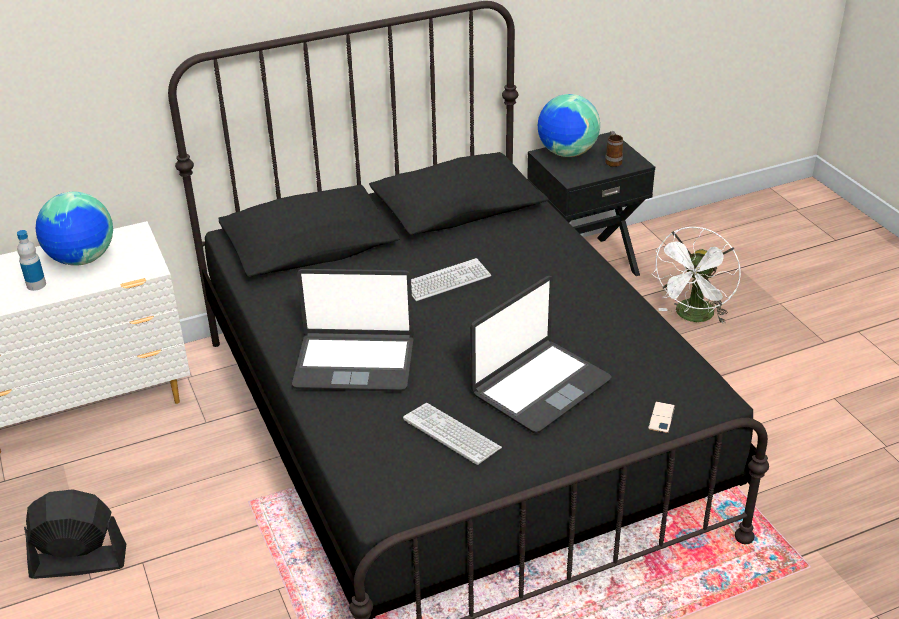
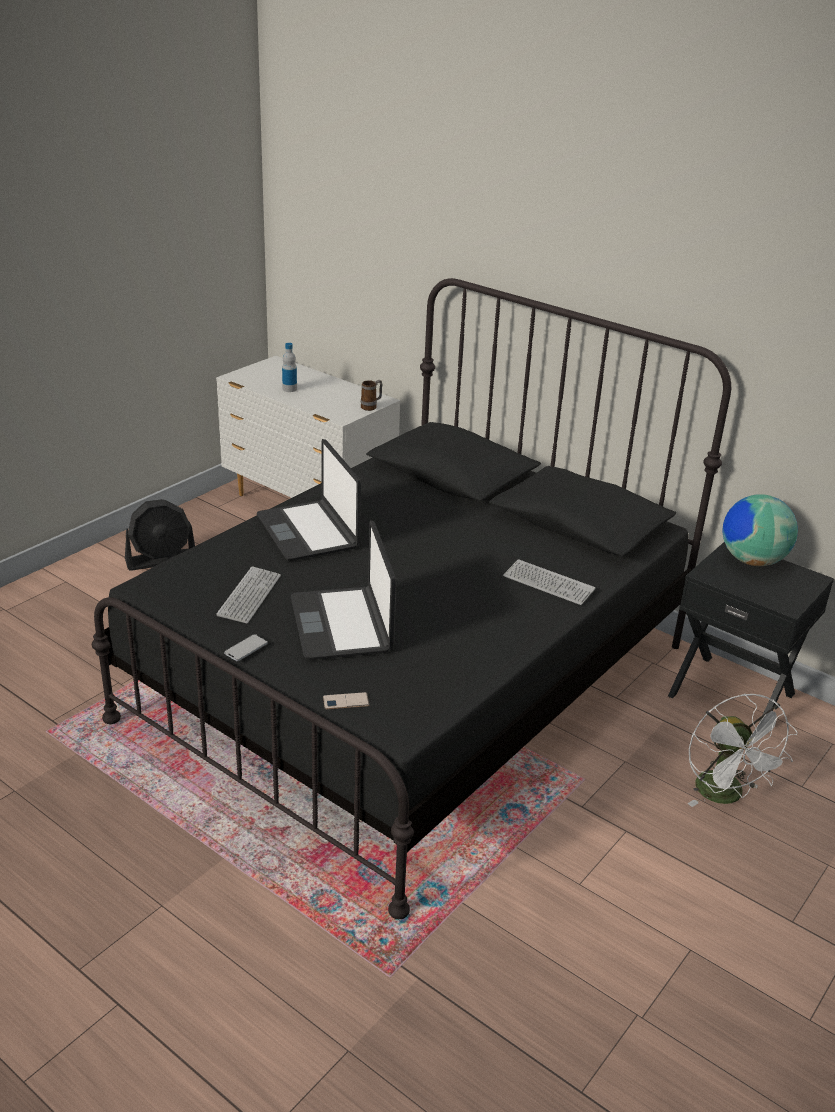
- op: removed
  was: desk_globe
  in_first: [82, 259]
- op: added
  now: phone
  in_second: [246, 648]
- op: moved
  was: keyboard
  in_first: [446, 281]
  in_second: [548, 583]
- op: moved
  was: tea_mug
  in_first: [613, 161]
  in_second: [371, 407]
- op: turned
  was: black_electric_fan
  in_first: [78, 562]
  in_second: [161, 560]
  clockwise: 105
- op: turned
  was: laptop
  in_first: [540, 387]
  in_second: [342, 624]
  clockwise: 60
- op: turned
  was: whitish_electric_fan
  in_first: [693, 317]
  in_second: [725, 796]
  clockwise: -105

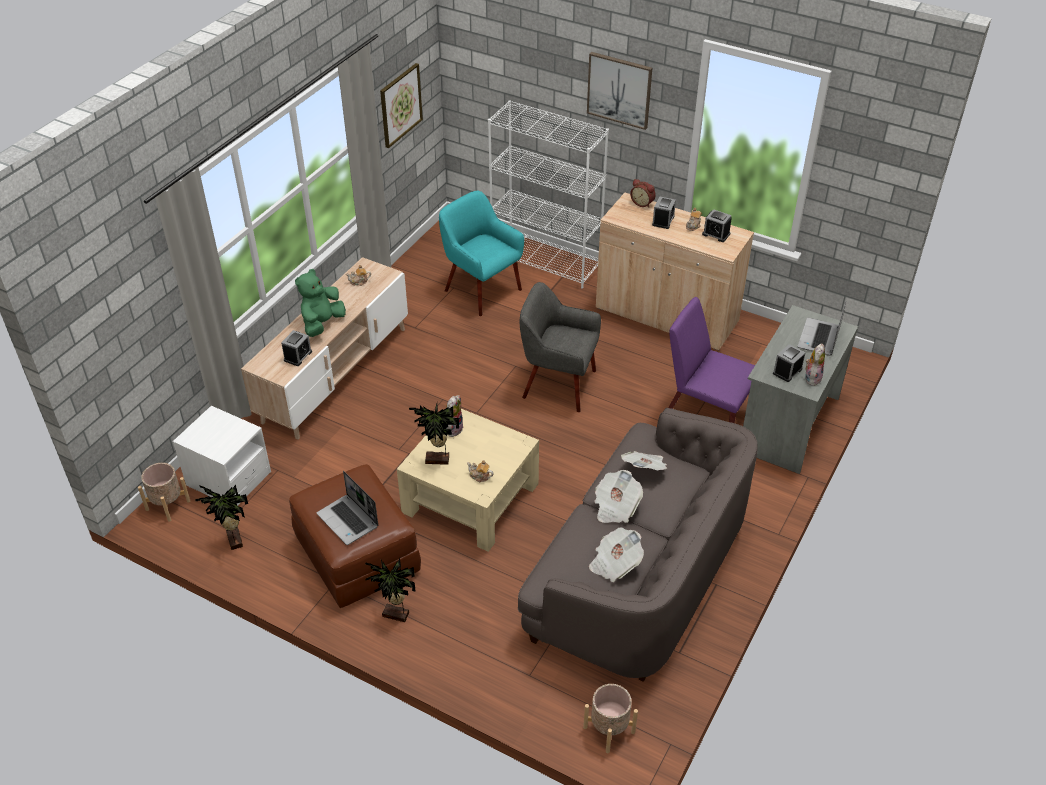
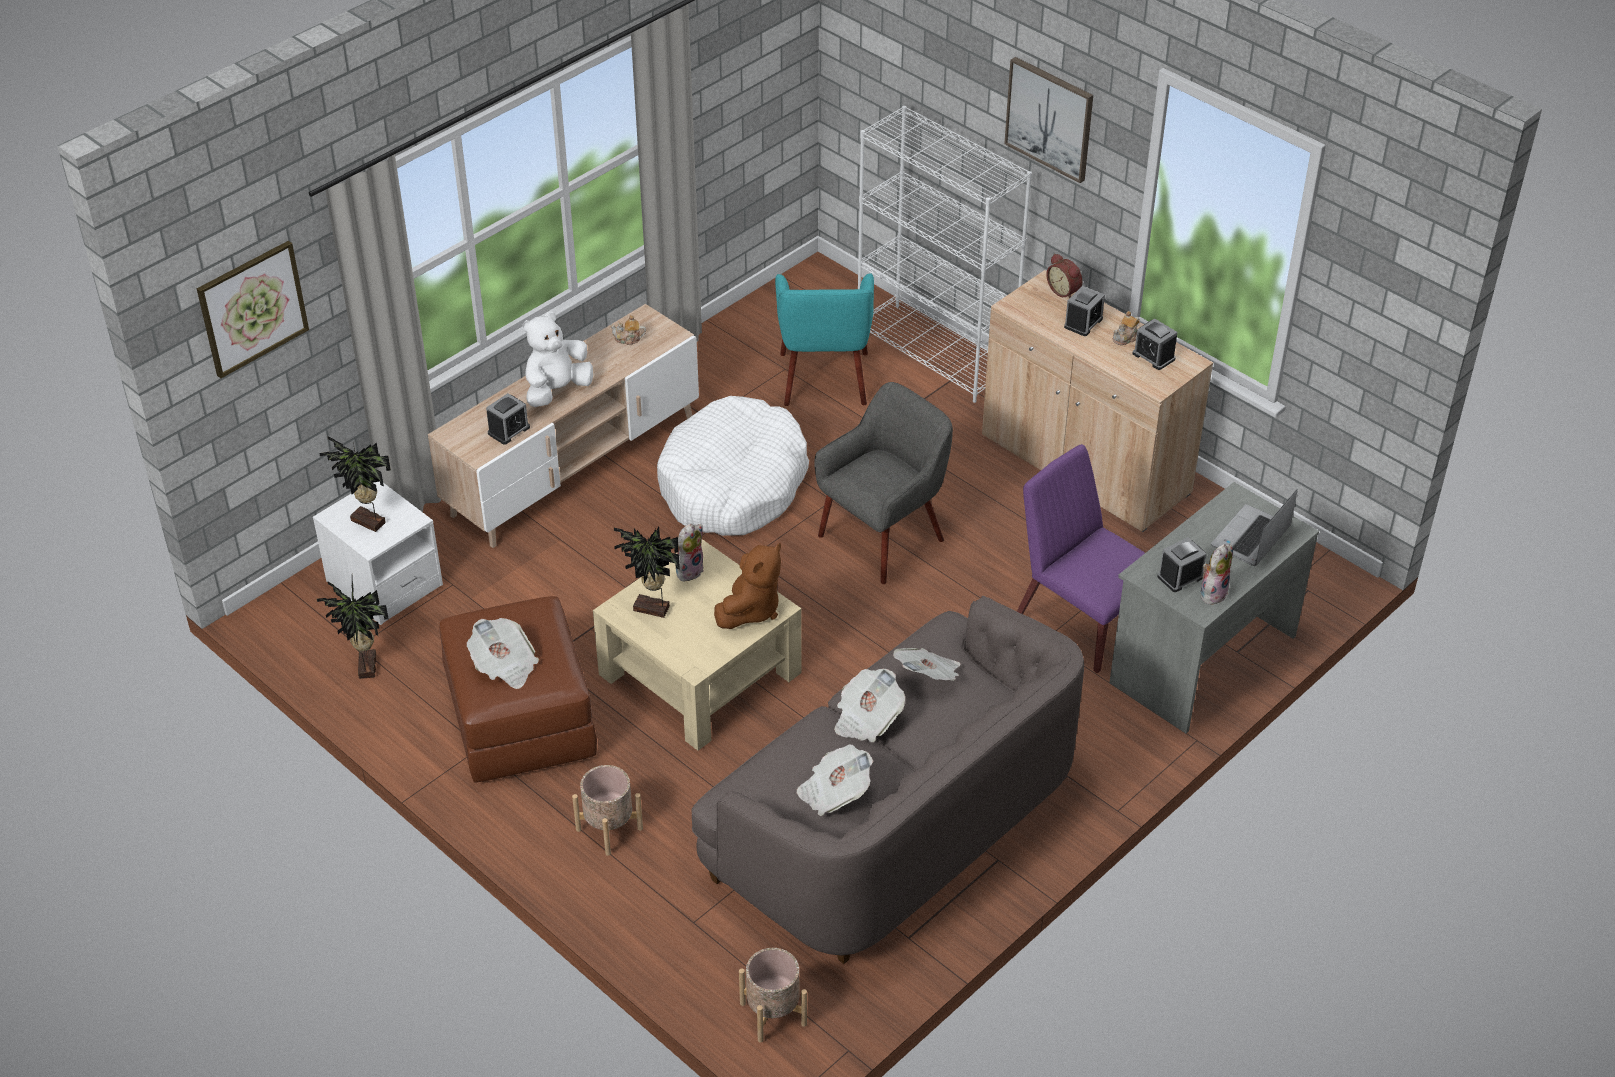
- op: removed
  was: tea_pot
  in_first: [479, 476]
- op: added
  now: whitish_pet_bed
  in_second: [733, 485]
- op: added
  now: brown-coloured_cuddly_toy
  in_second: [751, 609]
- op: moved
  was: beige_flower_pot
  in_first: [168, 505]
  in_second: [609, 829]
- op: moved
  was: houseplant
  in_first: [395, 616]
  in_second: [367, 523]
- op: moved
  was: wall_picture
  in_first: [400, 105]
  in_second: [252, 308]
- op: replaced
  was: laptop
  now: printed_paper
  in_first: [349, 520]
  in_second: [504, 666]
- op: recoloured
  was: greenish_cuddly_toy
  now: whitish_cuddly_toy
  in_first: [322, 323]
  in_second: [557, 390]
- op: turned
  was: turquoise_easy_chair
  in_first: [481, 290]
  in_second: [824, 379]
  clockwise: -150
- op: turned
  was: greyish_easy_chair
  in_first: [558, 384]
  in_second: [883, 538]
  clockwise: 105

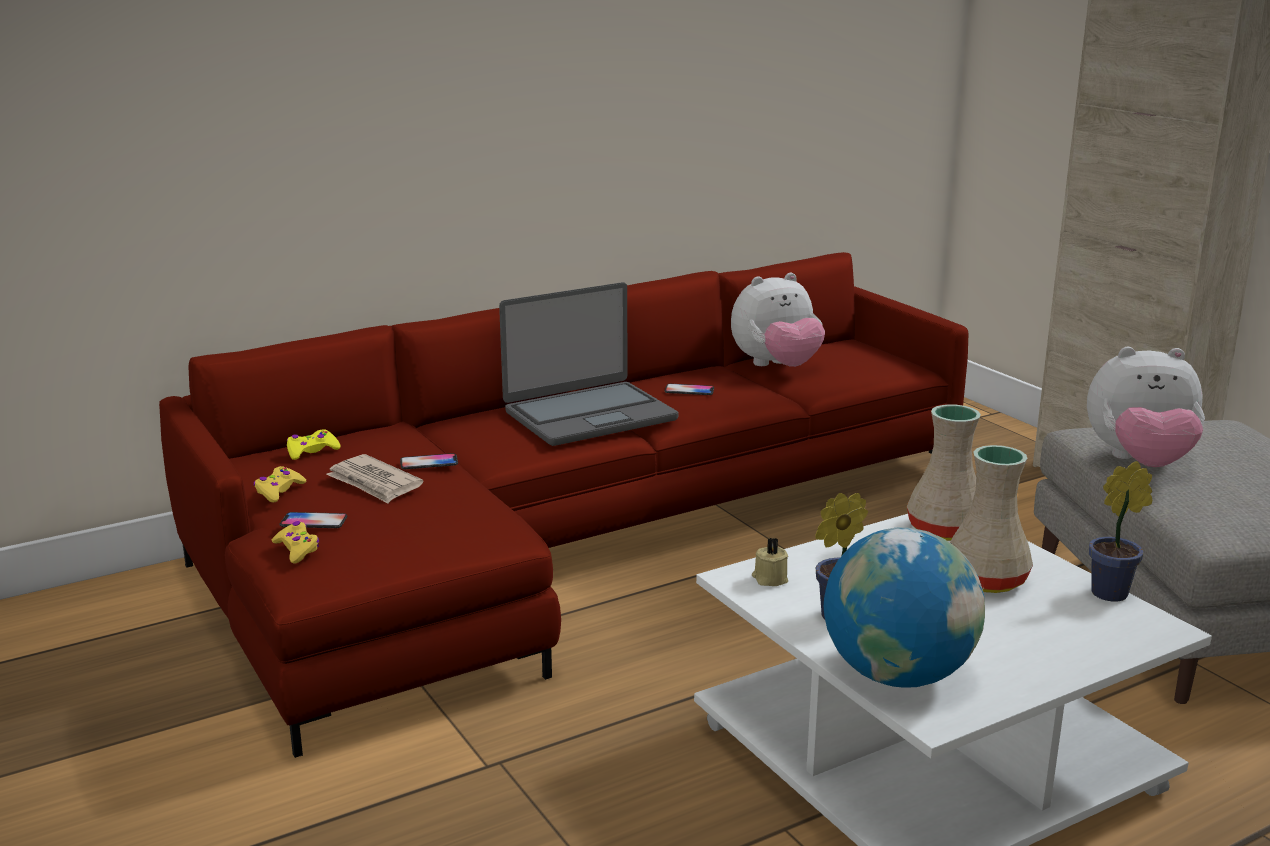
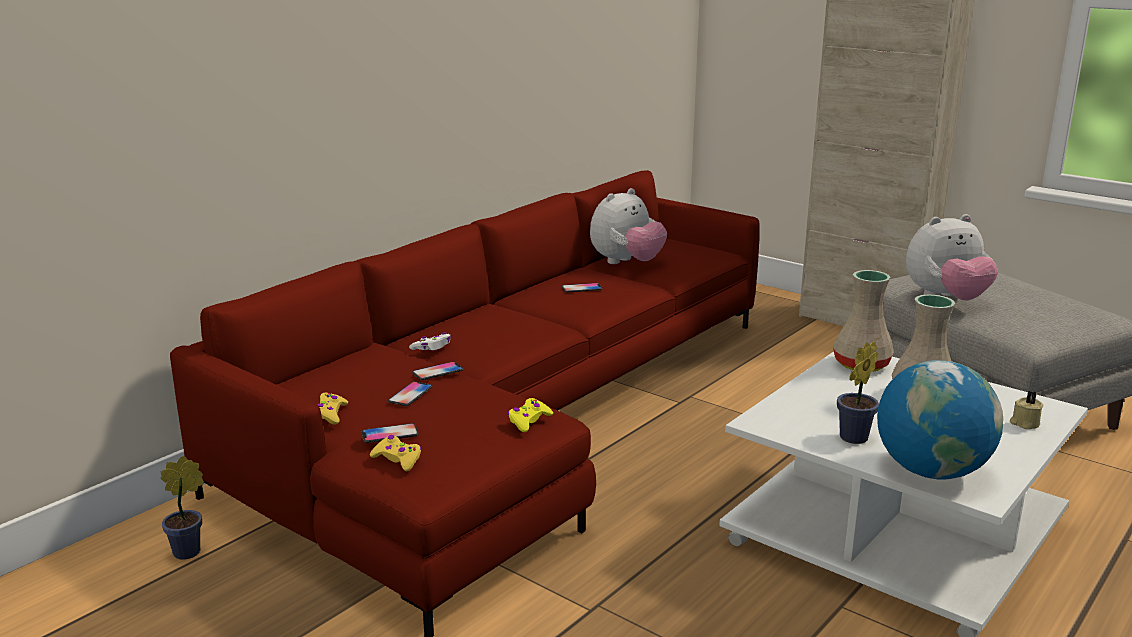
- op: removed
  was: laptop
  in_first: [589, 415]
- op: added
  now: whitish_gamepad
  in_second: [432, 347]
- op: moved
  was: yellow_gamepad
  in_first: [311, 451]
  in_second: [529, 421]
- op: moved
  was: beige_candle
  in_first: [769, 579]
  in_second: [1024, 423]
- op: moved
  was: houseplant
  in_first: [1114, 593]
  in_second: [191, 551]
- op: replaced
  was: printed_paper
  now: phone
  in_first: [374, 483]
  in_second: [410, 395]

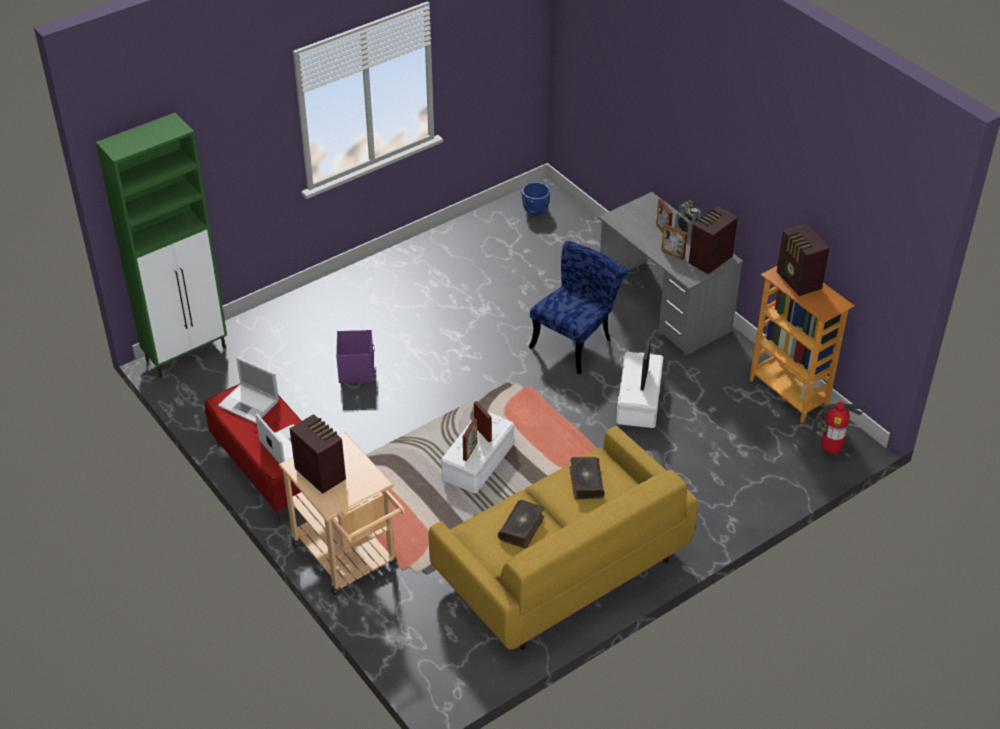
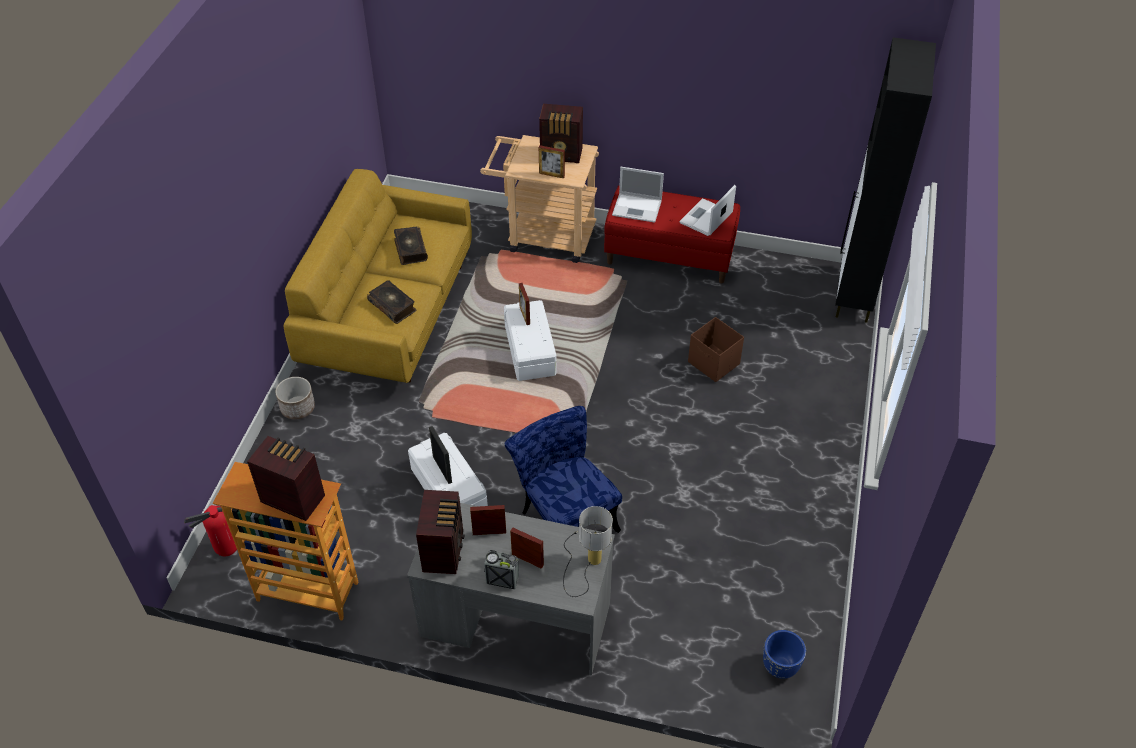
- op: added
  now: flower_pot
  in_second: [298, 408]
- op: added
  now: lamp_for_a_table
  in_second: [586, 562]
- op: moved
  was: photo_frame
  in_first: [482, 433]
  in_second: [551, 175]
- op: recoloured
  was: greenish_storage_cabinet
  now: black_storage_cabinet
  in_first: [187, 354]
  in_second: [854, 295]
- op: recoloured
  was: purple-coloured_storage_box
  now: brown-coloured_storage_box
  in_first: [356, 370]
  in_second: [714, 364]
- op: turned
  was: laptop
  in_first: [249, 403]
  in_second: [705, 218]
  clockwise: -45
- op: turned
  was: bluish_plain_chair
  in_first: [576, 341]
  in_second: [564, 516]
  clockwise: 150

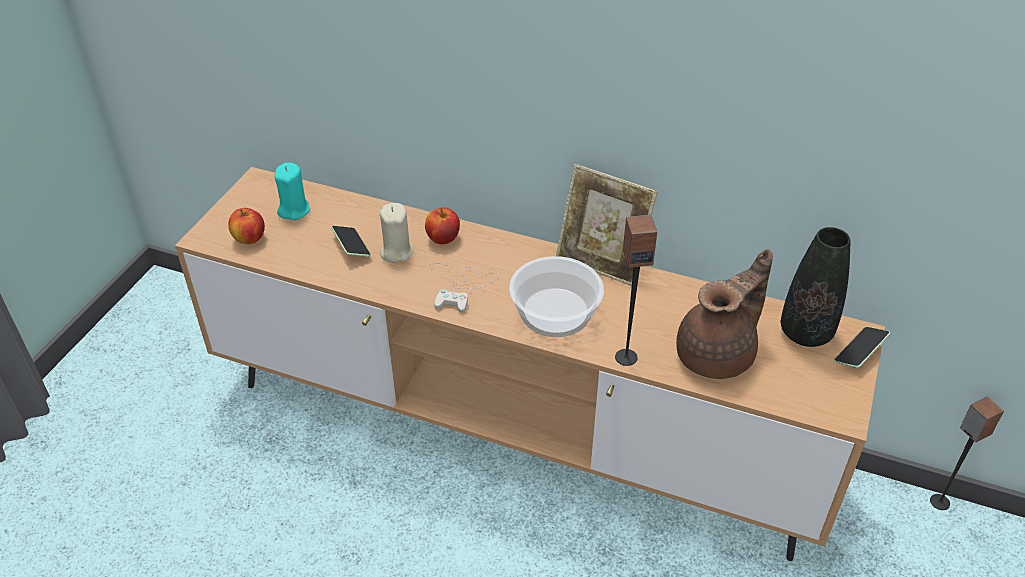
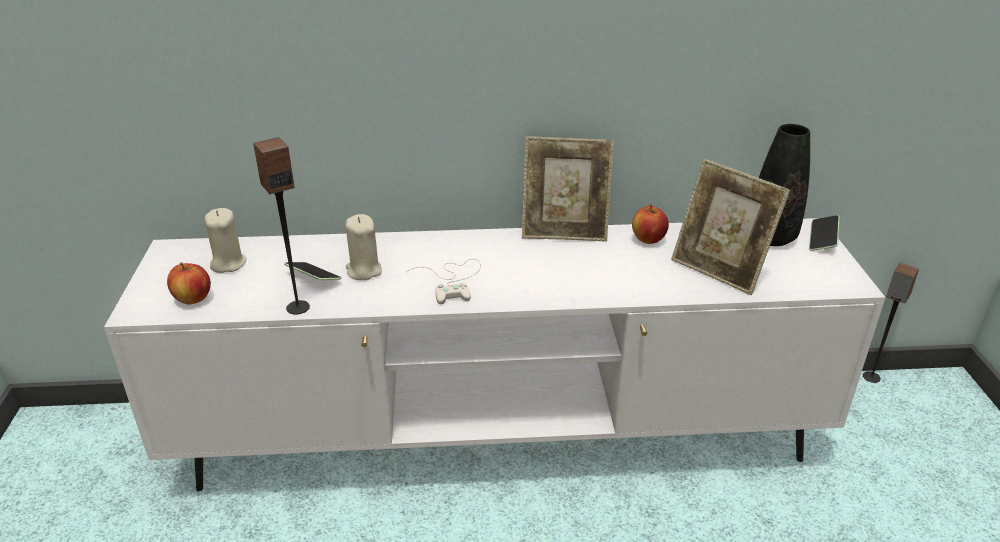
- op: removed
  was: deep_dish
  in_first: [555, 312]
- op: moved
  was: whole_apple
  in_first: [443, 239]
  in_second: [648, 239]
- op: moved
  was: speaker
  in_first: [626, 357]
  in_second: [298, 307]
- op: replaced
  was: brown-coloured_tea_pot
  now: photo_frame
  in_first: [718, 355]
  in_second: [719, 270]
- op: recoloured
  was: brown-coloured_tv_unit
  now: whitish_tv_unit
  in_first: [513, 431]
  in_second: [499, 440]
- op: recoloured
  was: turquoise_candle
  now: beige_candle
  in_first: [294, 210]
  in_second: [228, 263]

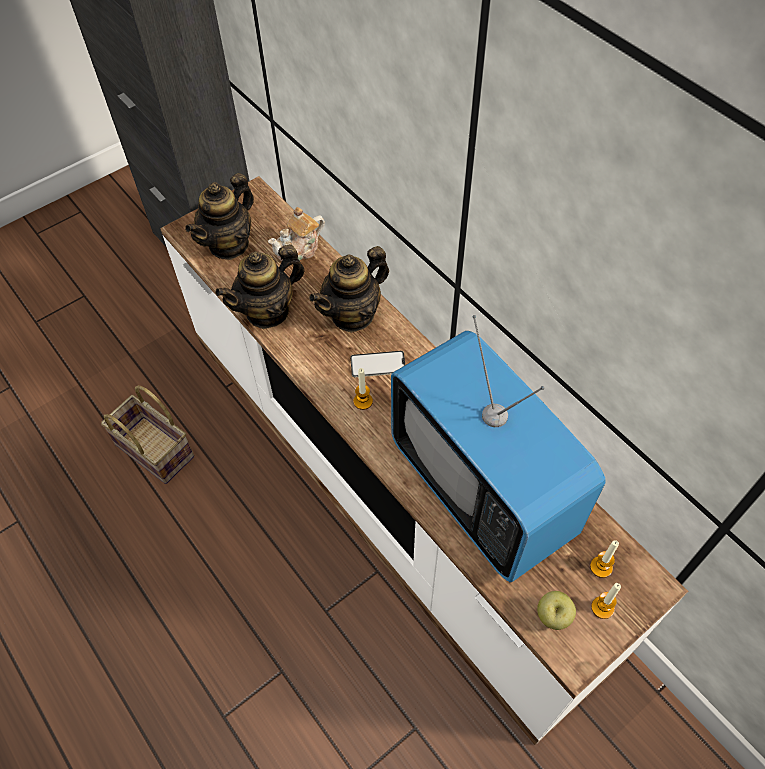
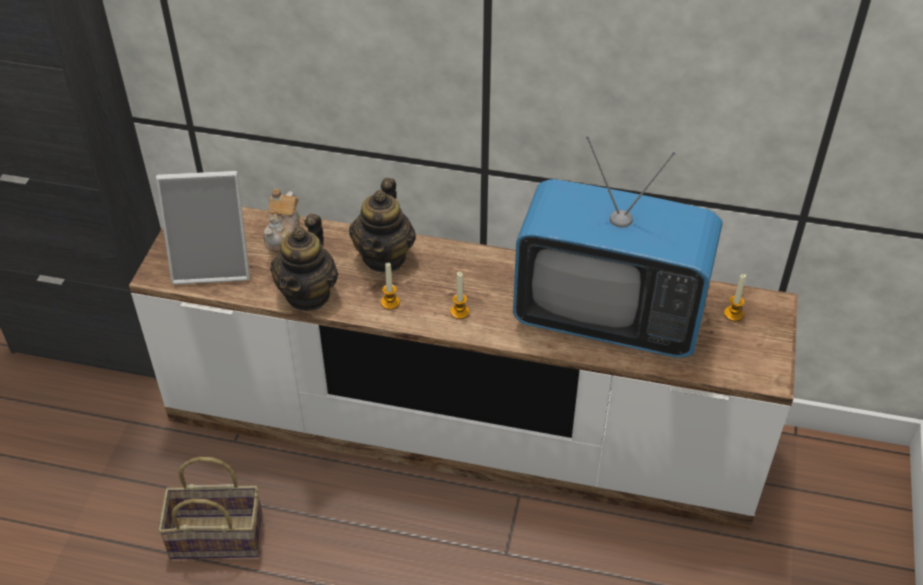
- op: removed
  was: phone
  in_first: [378, 364]
- op: removed
  was: whole_apple
  in_first: [553, 616]
- op: moved
  was: candle
  in_first: [602, 607]
  in_second: [390, 302]
- op: replaced
  was: tea_pot
  now: photo_frame
  in_first: [229, 244]
  in_second: [213, 263]

